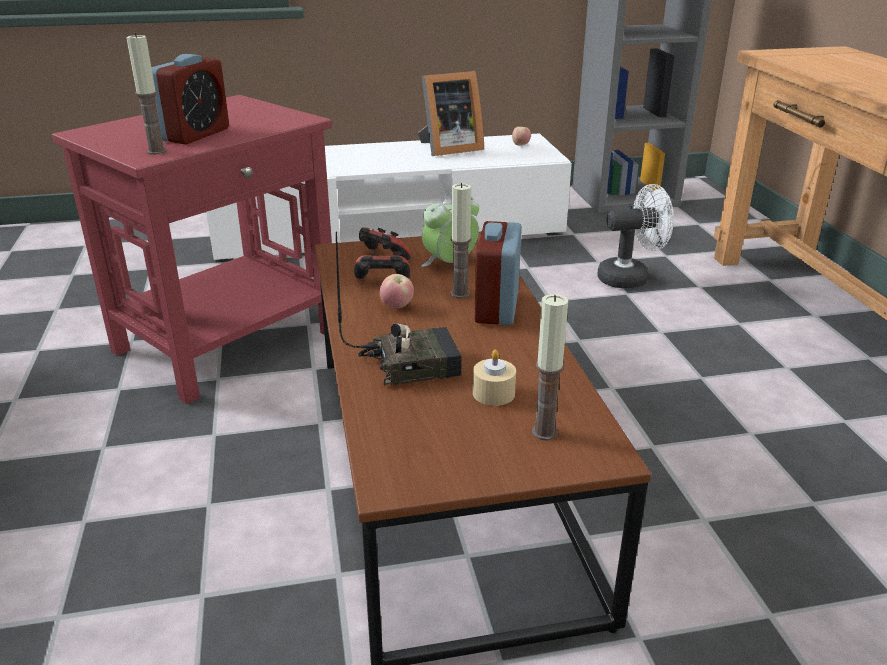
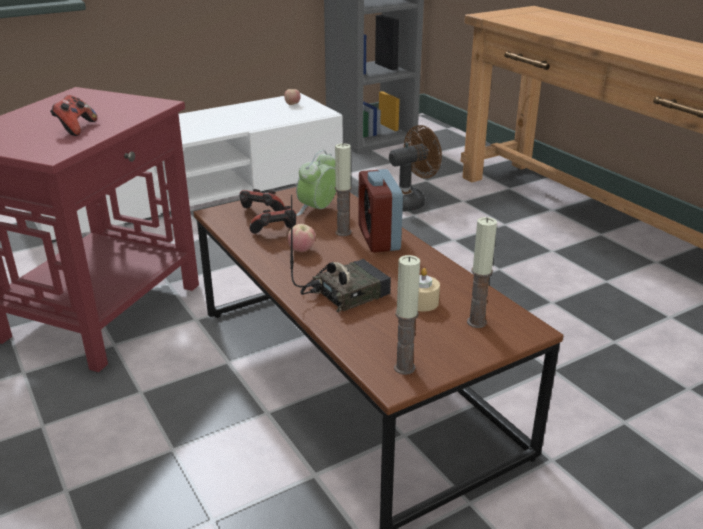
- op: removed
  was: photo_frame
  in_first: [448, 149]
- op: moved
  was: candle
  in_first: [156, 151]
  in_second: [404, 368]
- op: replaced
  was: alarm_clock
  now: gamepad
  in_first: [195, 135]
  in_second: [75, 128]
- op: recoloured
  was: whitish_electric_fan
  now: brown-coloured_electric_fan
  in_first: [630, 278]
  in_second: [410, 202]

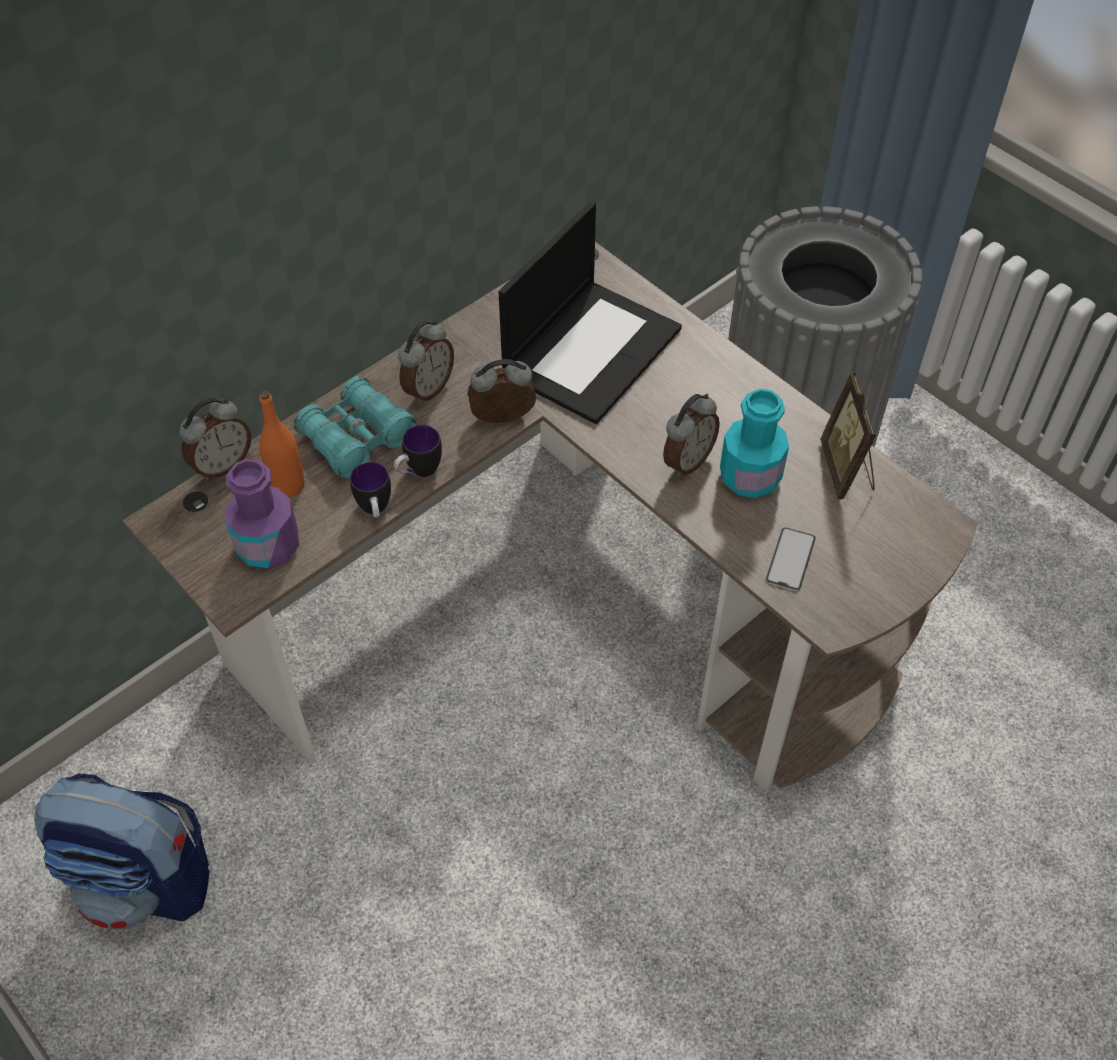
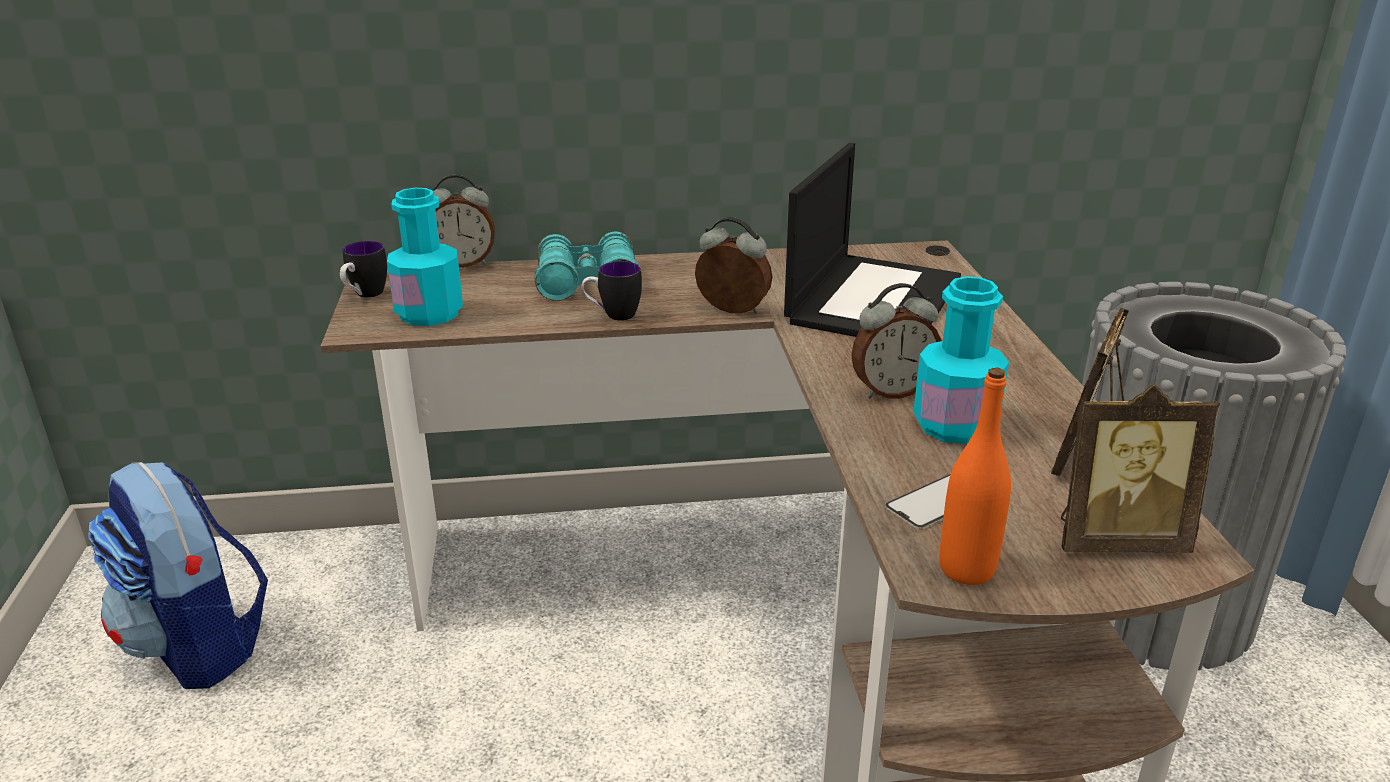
- op: removed
  was: alarm_clock
  in_first: [427, 388]
- op: added
  now: photo_frame
  in_second: [1116, 540]
- op: moved
  was: orange_drink_bottle
  in_first: [288, 485]
  in_second: [966, 569]
- op: moved
  was: tea_mug
  in_first: [375, 511]
  in_second: [365, 295]
- op: recoloured
  was: purple-coloured_drink_bottle
  now: turquoise_drink_bottle
  in_first: [268, 546]
  in_second: [429, 313]
- op: turned
  was: laptop
  in_first: [592, 349]
  in_second: [873, 299]
  clockwise: -45

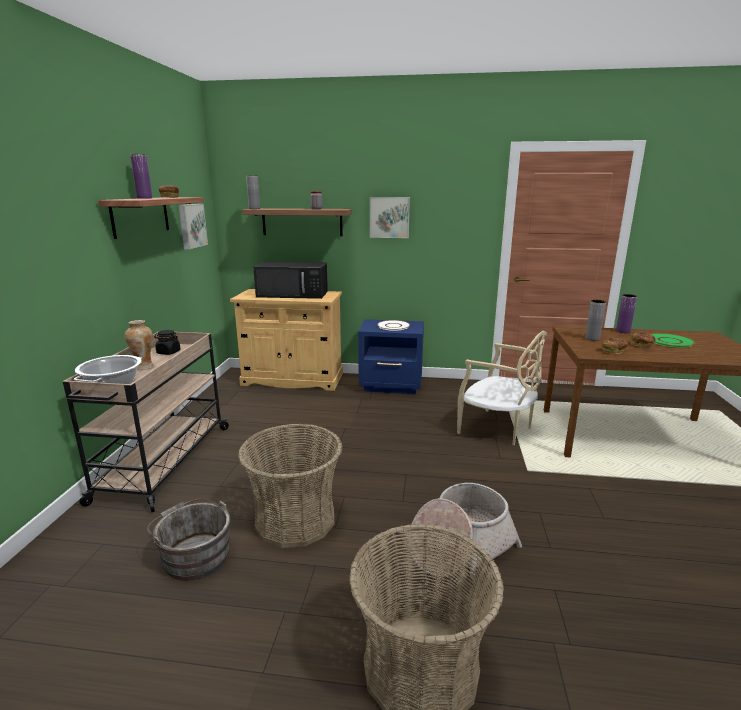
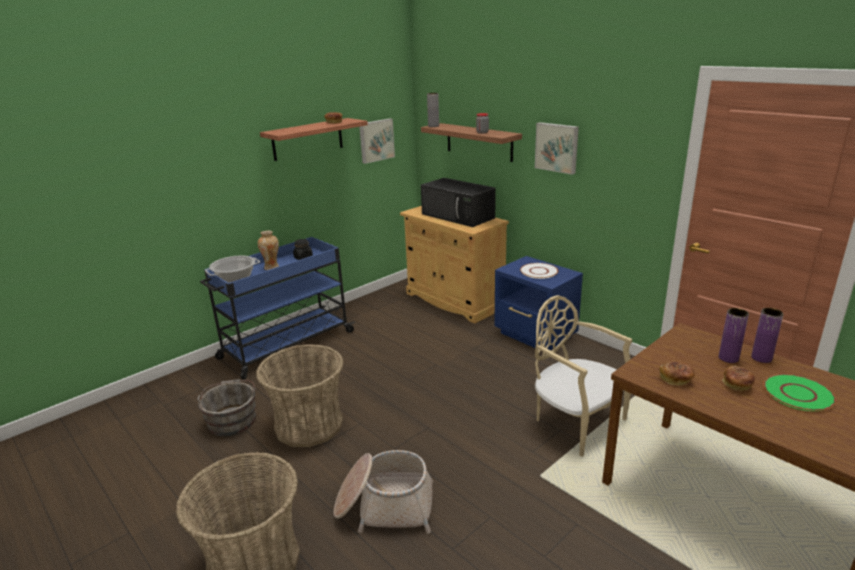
- op: removed
  was: greyish_decorative_vase
  in_first: [592, 338]
- op: moved
  was: purple-coloured_decorative_vase
  in_first: [144, 198]
  in_second: [728, 358]
- op: recoloured
  was: beige_cart
  now: bluish_cart
  in_first: [163, 463]
  in_second: [285, 345]
- op: turned
  was: beige_plain_chair
  in_first: [497, 429]
  in_second: [575, 422]
  clockwise: 150

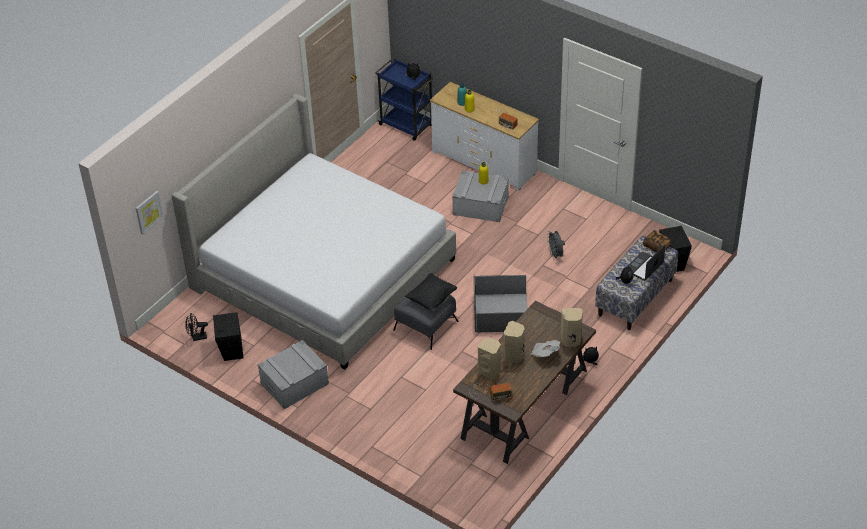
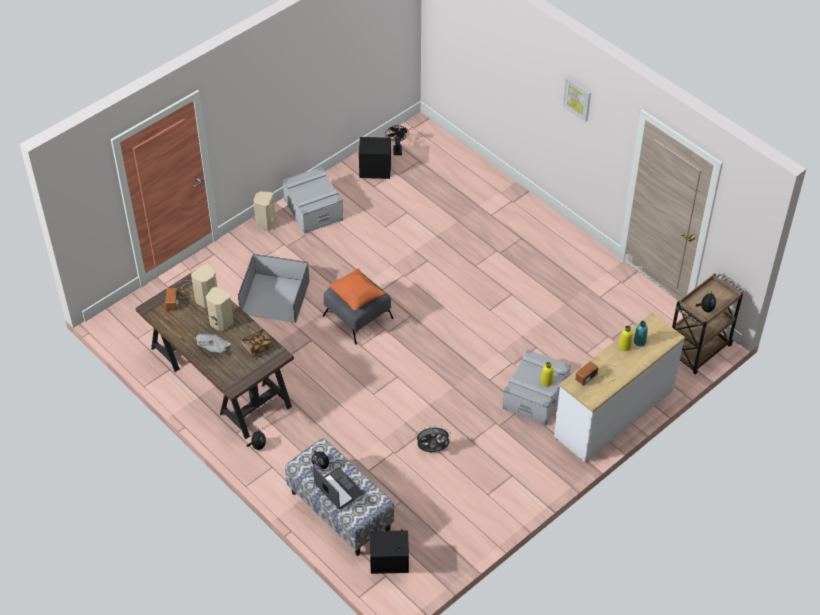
- op: removed
  was: sleeping_bed
  in_first: [323, 274]
- op: moved
  was: wall_picture
  in_first: [148, 212]
  in_second: [577, 98]
- op: moved
  was: greyish_storage_box
  in_first: [501, 313]
  in_second: [274, 297]
- op: moved
  was: beige_speaker
  in_first: [571, 340]
  in_second: [265, 223]
- op: moved
  was: volume
  in_first: [656, 246]
  in_second: [257, 347]
- op: recoloured
  was: bluish_cart
  now: brown-coloured_cart
  in_first: [407, 126]
  in_second: [698, 351]
- op: recoloured
  was: black_throw_pillow
  now: orange_throw_pillow
  in_first: [431, 299]
  in_second: [356, 297]

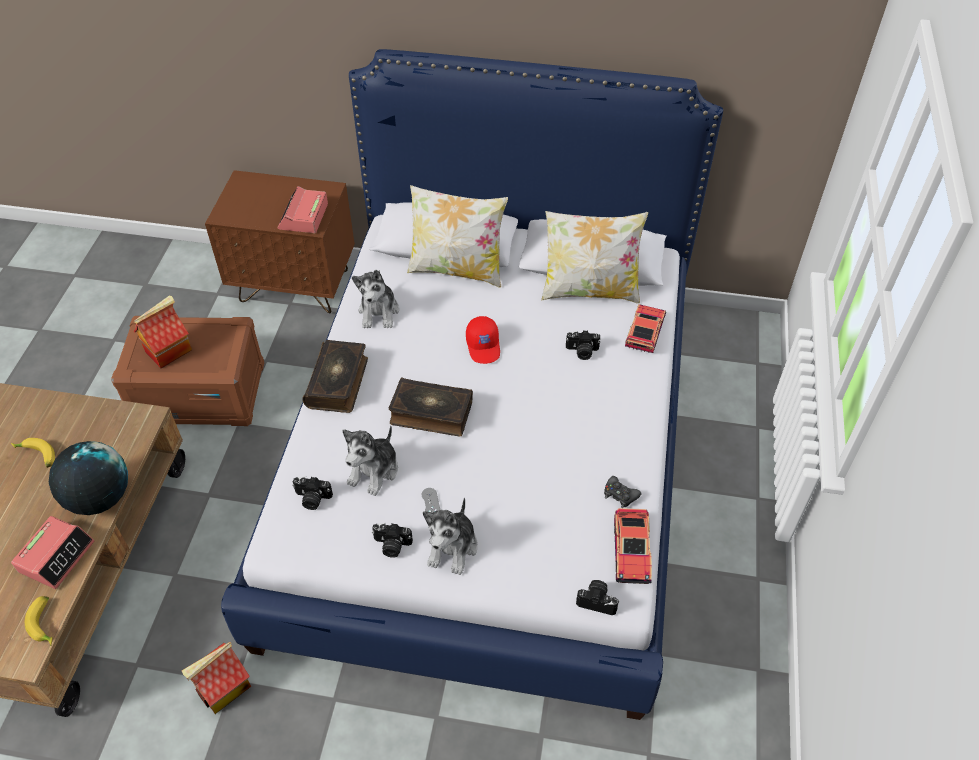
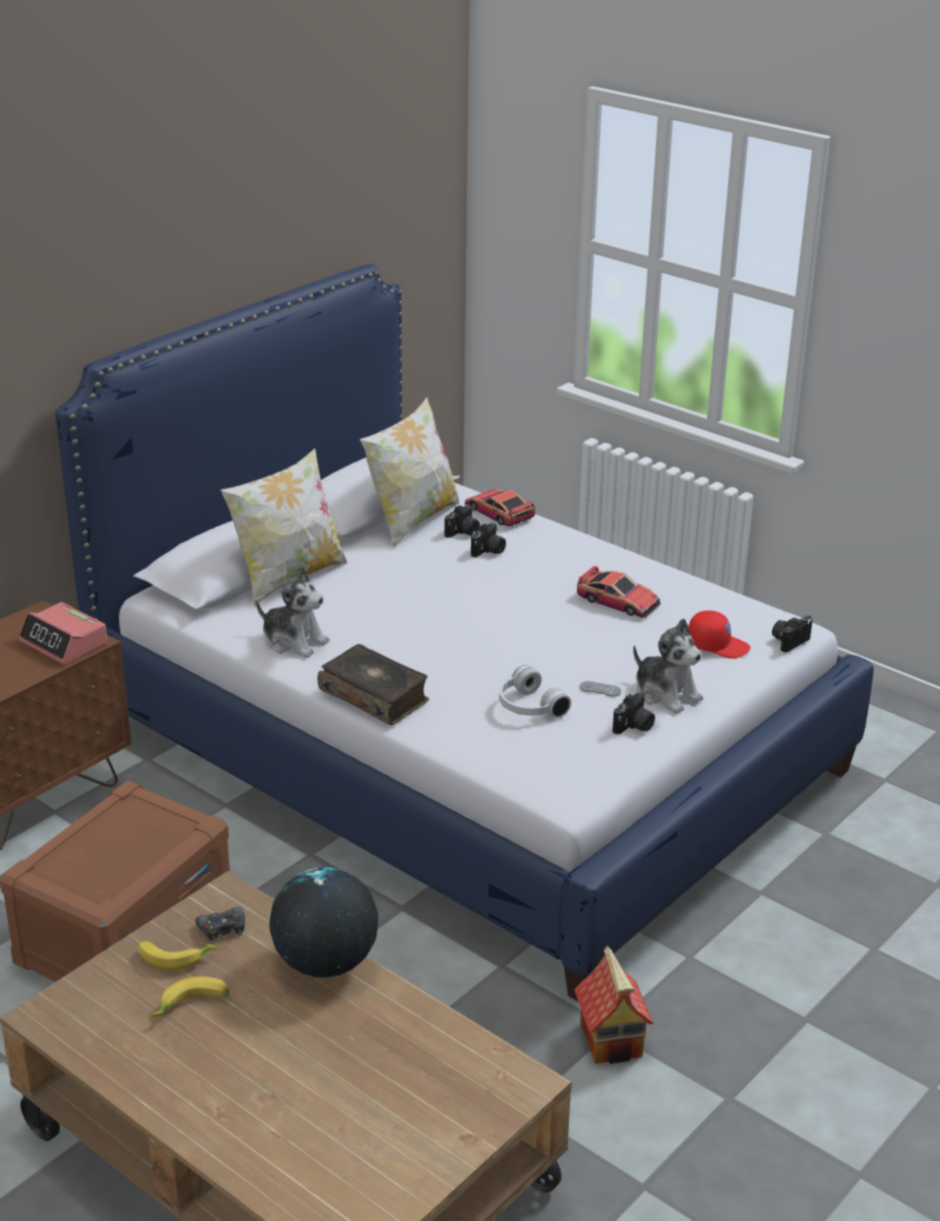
- op: removed
  was: alarm_clock
  in_first: [57, 556]
- op: removed
  was: toy_house
  in_first: [168, 350]
- op: removed
  was: volume
  in_first: [431, 413]
- op: moved
  was: banana
  in_first: [46, 623]
  in_second: [175, 957]
- op: moved
  was: photo_camera
  in_first: [312, 499]
  in_second: [463, 532]
- op: moved
  was: red_peaked_cap
  in_first: [484, 346]
  in_second: [718, 645]
- op: moved
  was: black_gamepad
  in_first: [620, 495]
  in_second: [222, 929]
- op: moved
  was: model_car
  in_first: [631, 551]
  in_second: [618, 601]
- op: replaced
  was: cuddly_toy
  now: whitish_pair_of_headphones
  in_first: [374, 471]
  in_second: [528, 707]

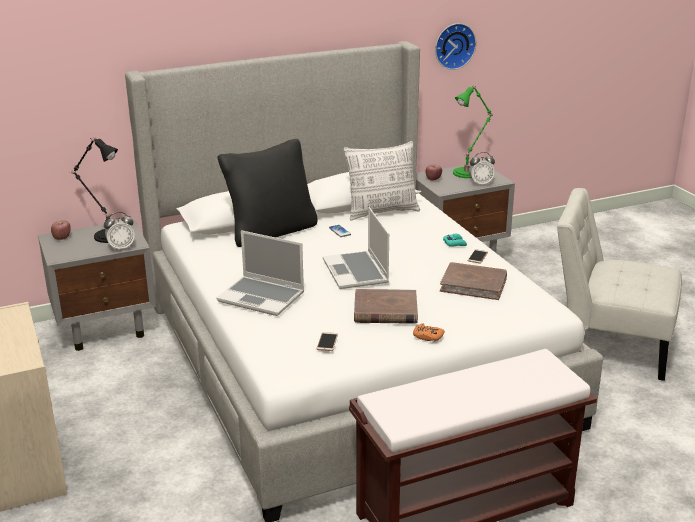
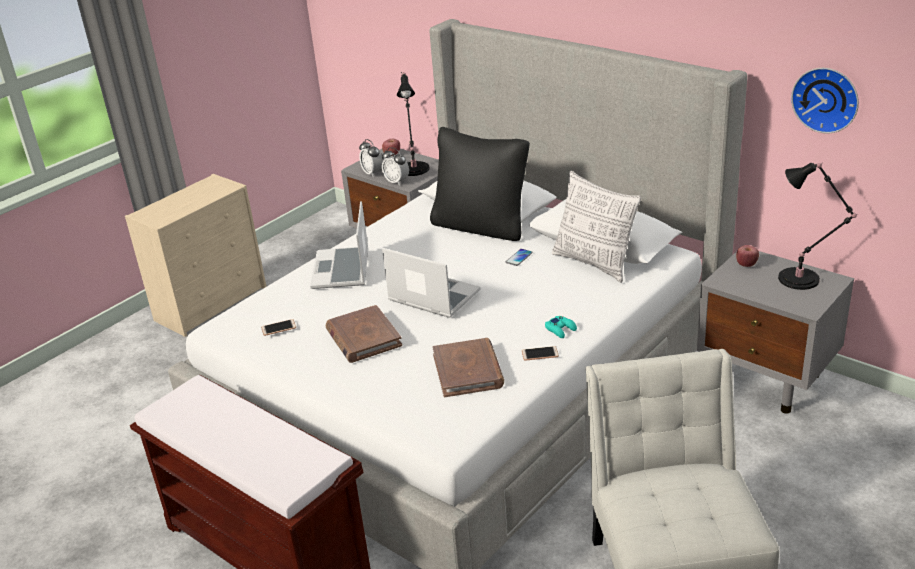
- op: removed
  was: orange_gamepad
  in_first: [427, 336]
- op: moved
  was: alarm_clock
  in_first: [480, 184]
  in_second: [372, 173]
- op: recoloured
  was: greenish_lamp_for_a_table
  now: black_lamp_for_a_table
  in_first: [468, 172]
  in_second: [802, 279]
- op: turned
  was: laptop
  in_first: [356, 272]
  in_second: [432, 296]
  clockwise: 75

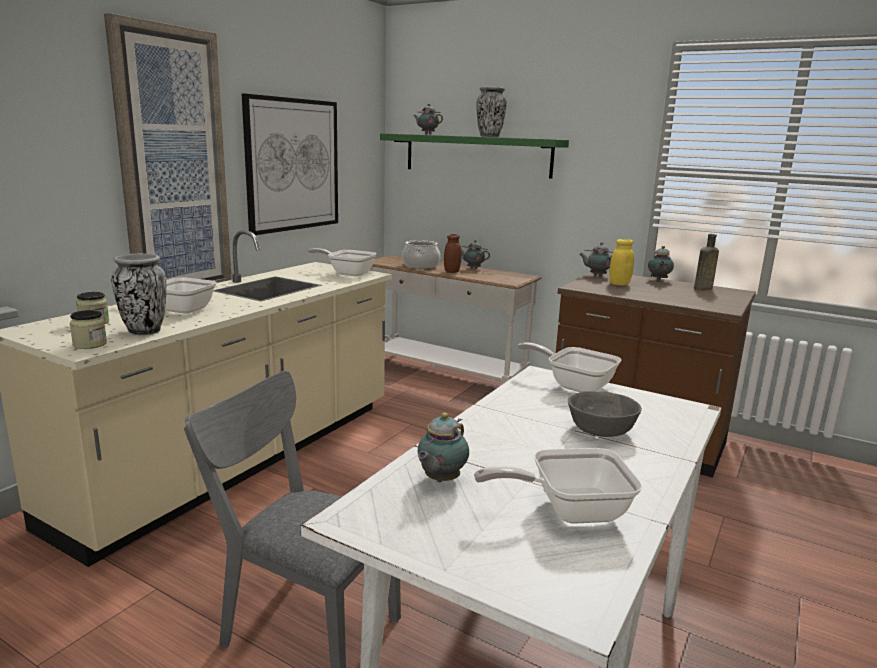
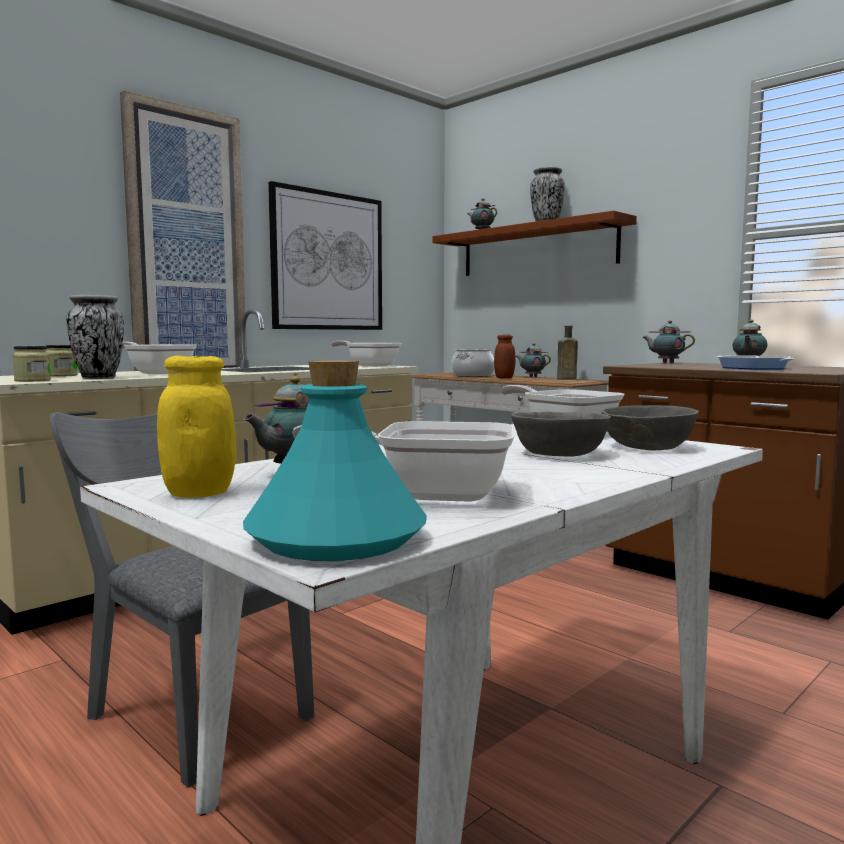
- op: added
  now: turquoise_drink_bottle
  in_second: [336, 538]
- op: added
  now: greyish_deep_dish
  in_second: [648, 447]
- op: added
  now: frying_pan
  in_second: [753, 368]
- op: moved
  was: yellow_jar
  in_first: [619, 284]
  in_second: [199, 493]
- op: moved
  was: brown-coloured_drink_bottle
  in_first: [702, 288]
  in_second: [565, 379]
- op: recoloured
  was: greenish_wall_shelf
  now: brown-coloured_wall_shelf
  in_first: [476, 155]
  in_second: [536, 249]

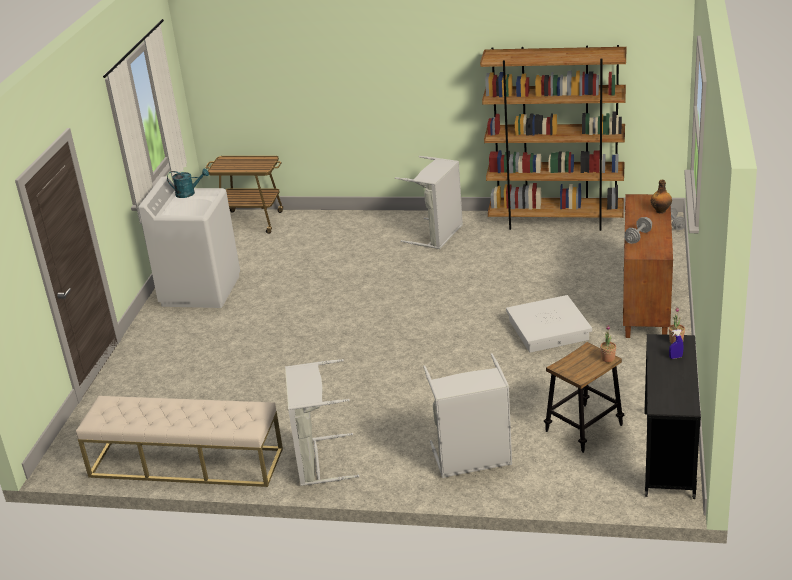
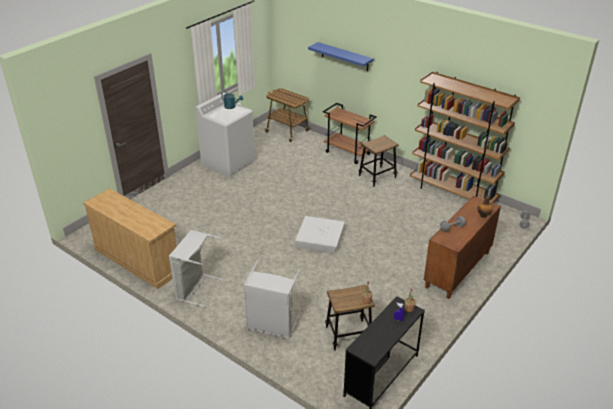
- op: added
  now: bluish_wall_shelf
  in_second: [344, 56]
- op: added
  now: brown-coloured_cart
  in_second: [348, 153]
- op: moved
  was: whitish_storage_box
  in_first: [548, 330]
  in_second: [320, 238]
- op: replaced
  was: beige_long_seat
  now: beige_chest_of_drawers
  in_first: [185, 463]
  in_second: [137, 260]
- op: replaced
  was: greyish_hamper
  now: stool_seat
  in_first: [438, 235]
  in_second: [377, 177]

